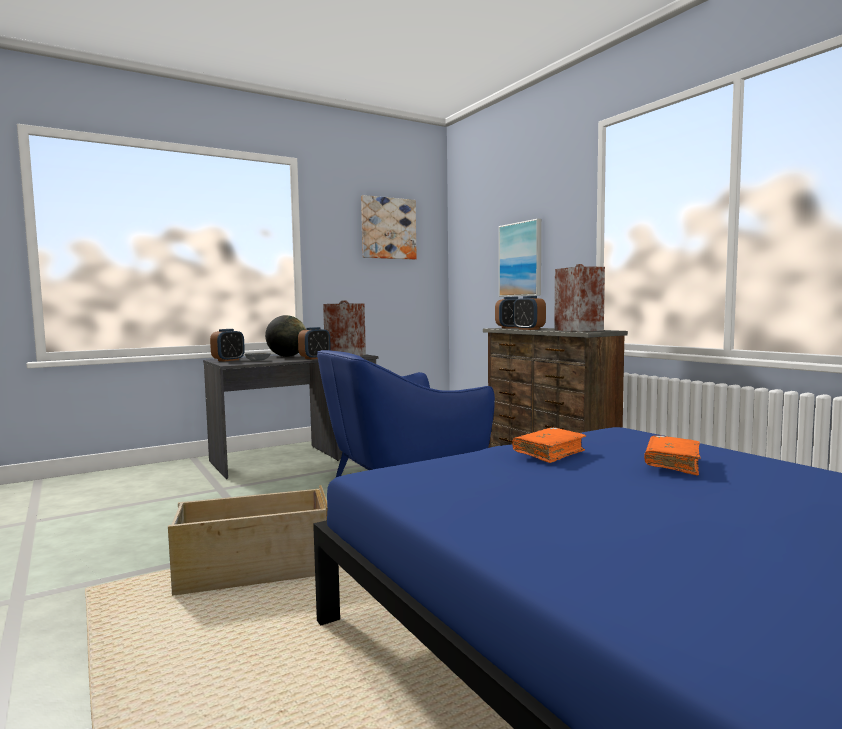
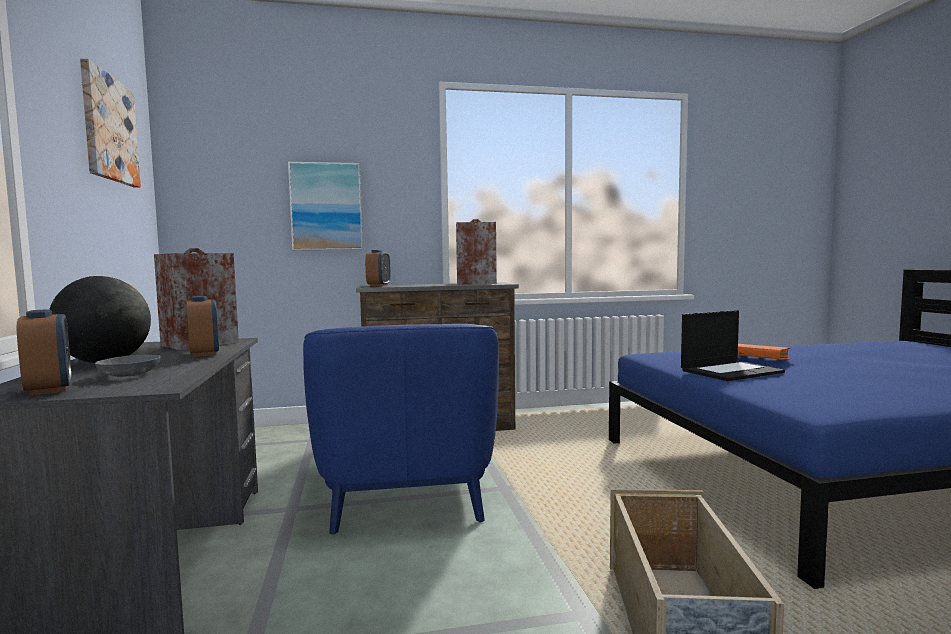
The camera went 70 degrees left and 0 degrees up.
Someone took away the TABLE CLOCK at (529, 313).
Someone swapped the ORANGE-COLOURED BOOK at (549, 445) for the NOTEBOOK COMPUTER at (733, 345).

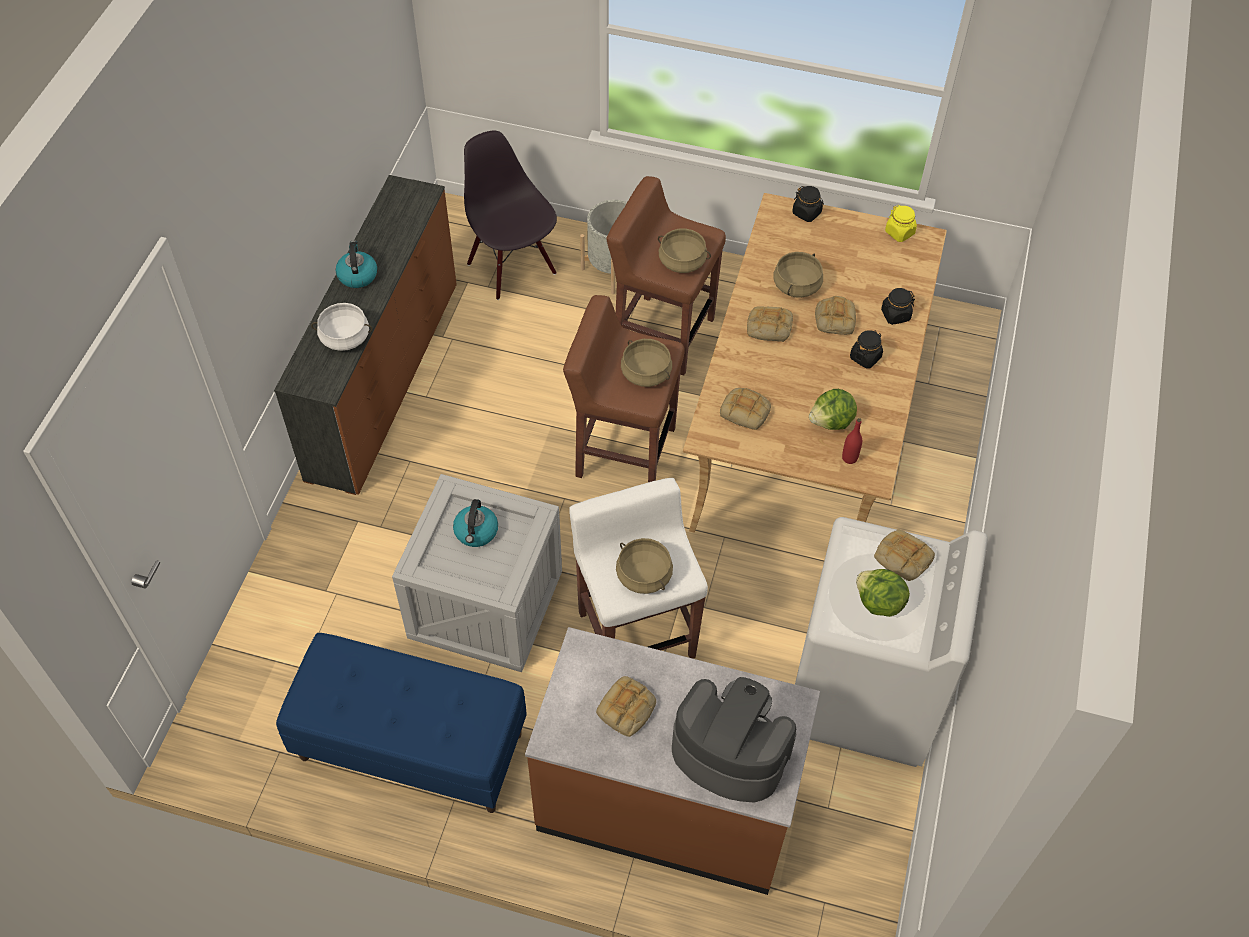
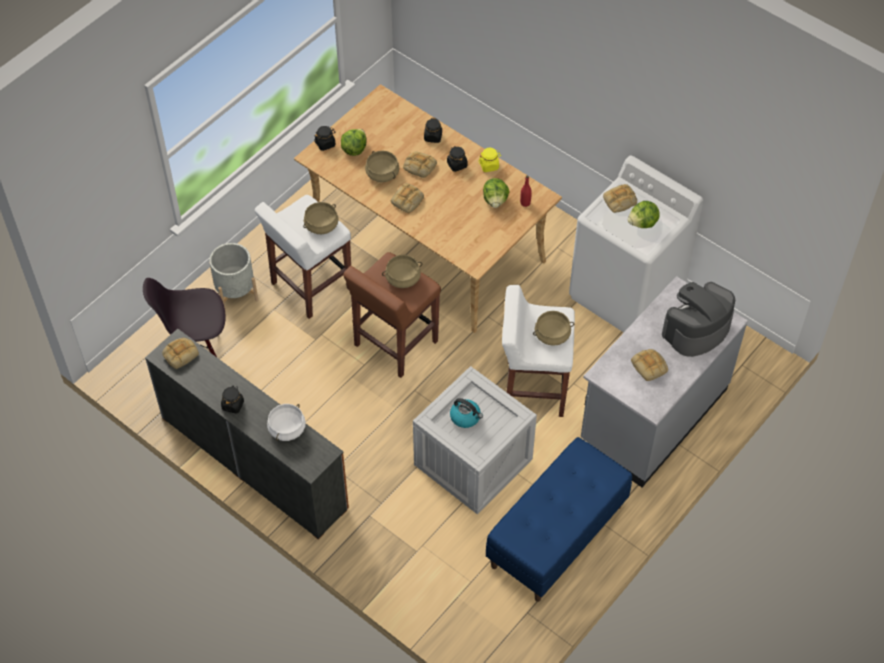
The camera went 65 degrees left and 0 degrees up.
Someone repainted the BROWN SITTING STOOL at (666, 276), which became the WHITE-COLOURED SITTING STOOL at (303, 257).
Someone carried the YELLOW-COLOURED JAR from (901, 223) to (489, 160).
Someone swapped the KETTLE at (356, 264) for the BLACKISH JAR at (232, 400).
Someone carried the BREAD from (745, 409) to (180, 353).
Someone repainted the BROWN COUNTER at (672, 761), which became the GREY COUNTER at (664, 381).
Someone put down the LETTUCE at (354, 142).

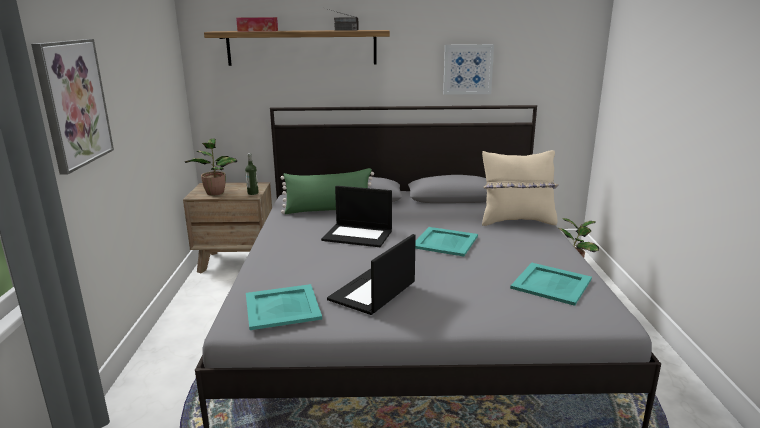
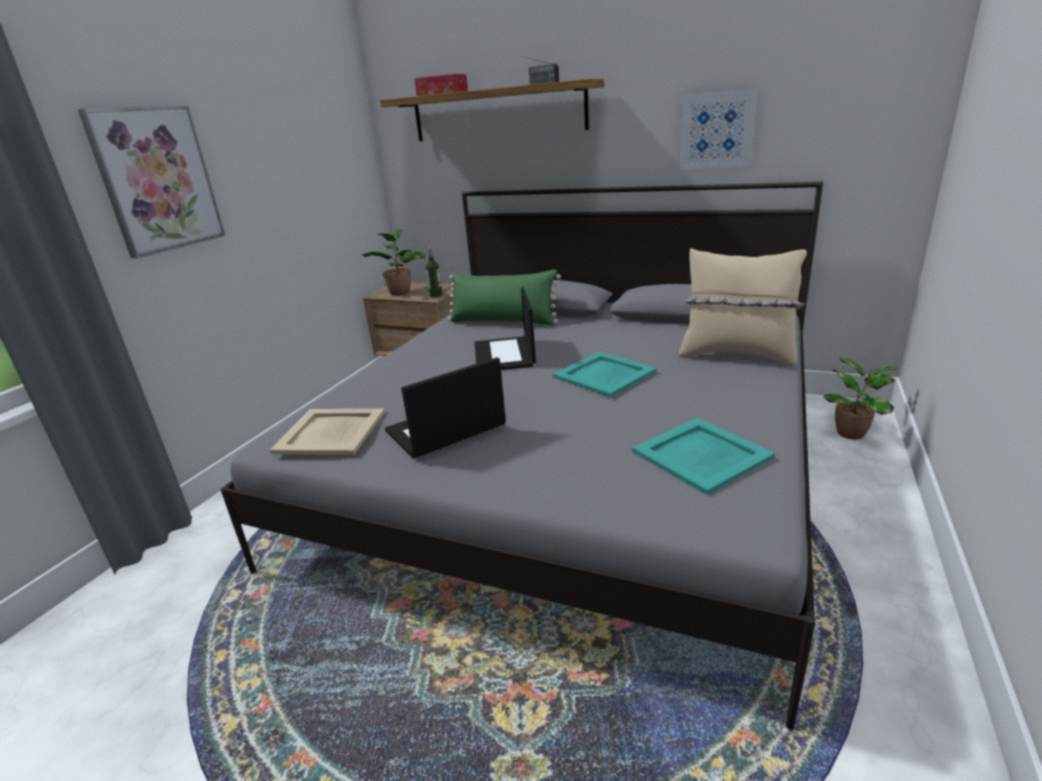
The camera went 25 degrees right and 5 degrees up.
Someone rotated the NOTEBOOK COMPUTER at (356, 216) by 45 degrees clockwise.
Someone repainted the BLUE-GREEN SERVING TRAY at (284, 307), which became the SAND-COLOURED SERVING TRAY at (327, 431).

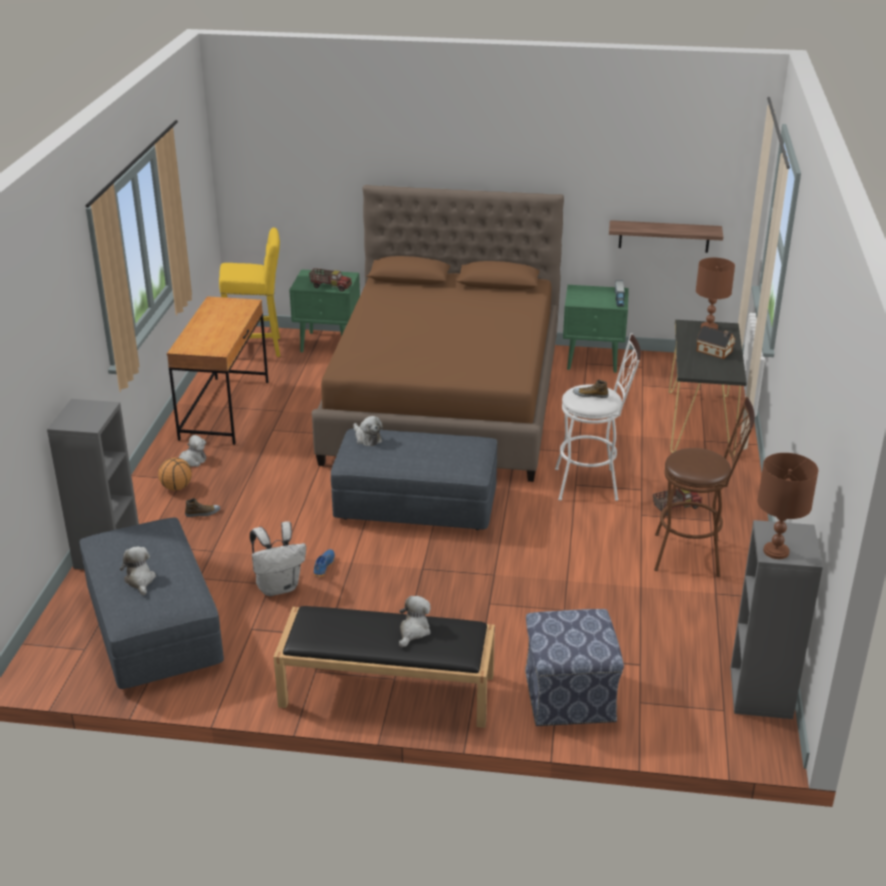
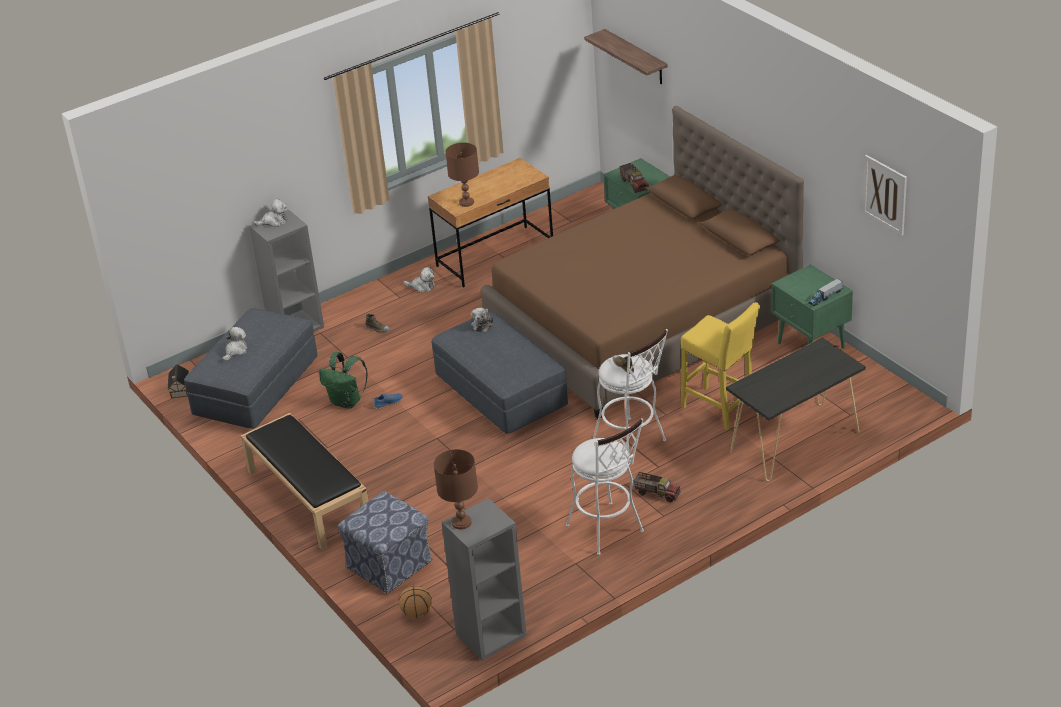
The camera went 50 degrees right and 5 degrees up.
Someone carried the SHELF from (666, 236) to (626, 57).
Someone carried the YELLOW-COLOURED SITTING STOOL from (249, 292) to (720, 366).
Someone carried the BROWN LAMP FOR A TABLE from (715, 293) to (462, 175).
Someone carried the MINIATURE HOUSE from (716, 342) to (178, 381).
Someone repainted the BROWN SITTING STOOL at (704, 487), which became the WHITE-COLOURED SITTING STOOL at (605, 486).
Someone carried the BALL FOR BASKETBALL from (175, 474) to (415, 601).
Someone repainted the WHITE-COLOURED KNAPSACK at (278, 558), which became the GREEN KNAPSACK at (343, 380).
Someone carried the PLUSH TOY from (415, 621) to (270, 213).
Someone put up the WALL ART at (884, 195).

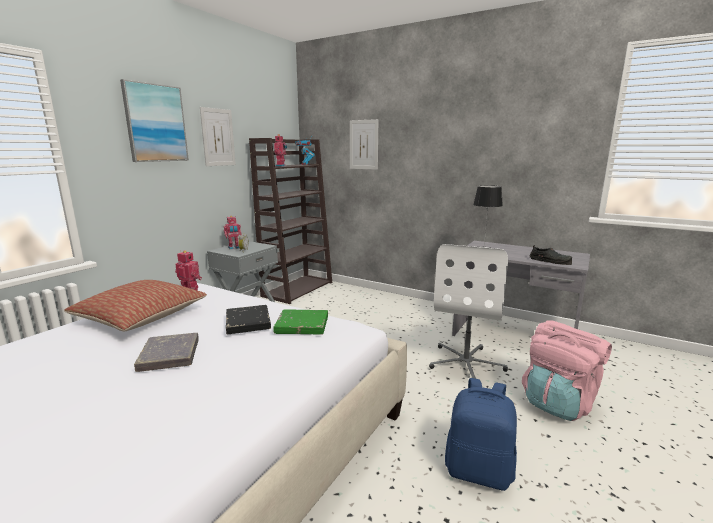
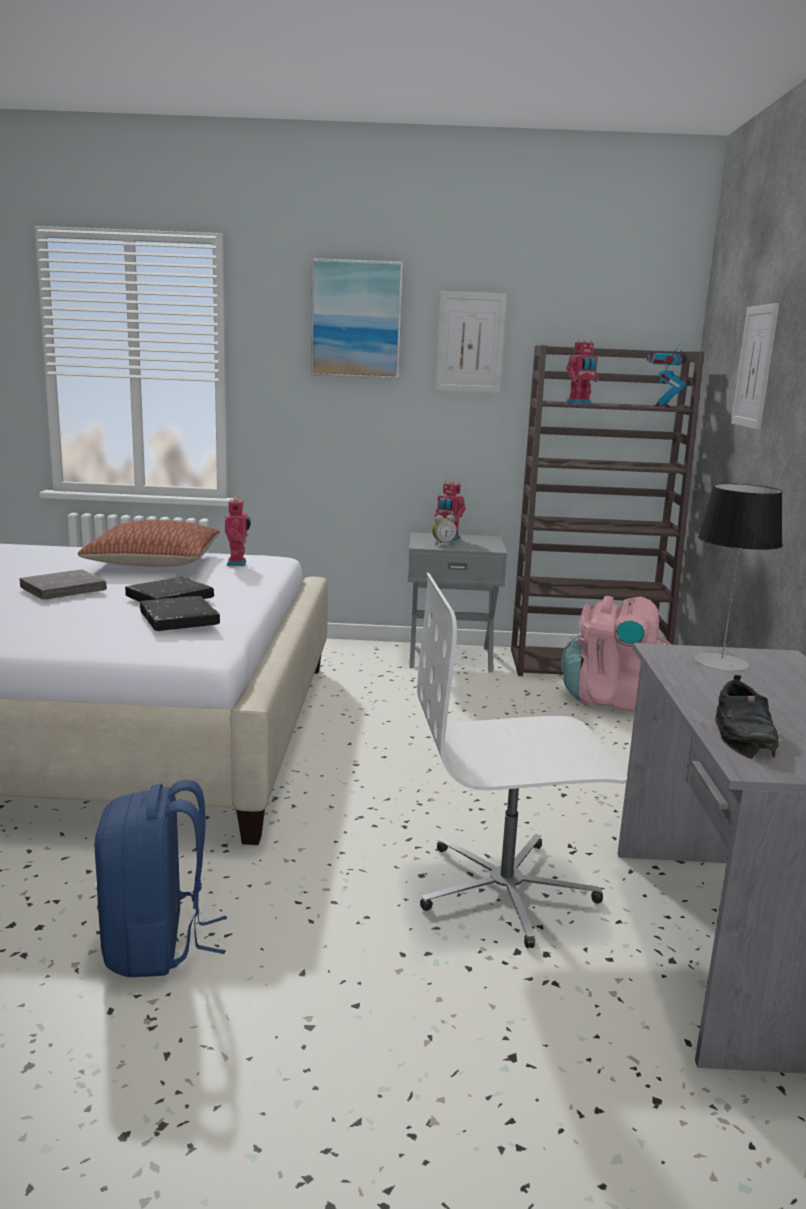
The camera went 60 degrees right and 0 degrees up.
Someone repainted the GREEN BOOK at (300, 322), which became the BLACKISH BOOK at (180, 613).
Someone carried the PINKISH KNAPSACK from (567, 371) to (616, 653).

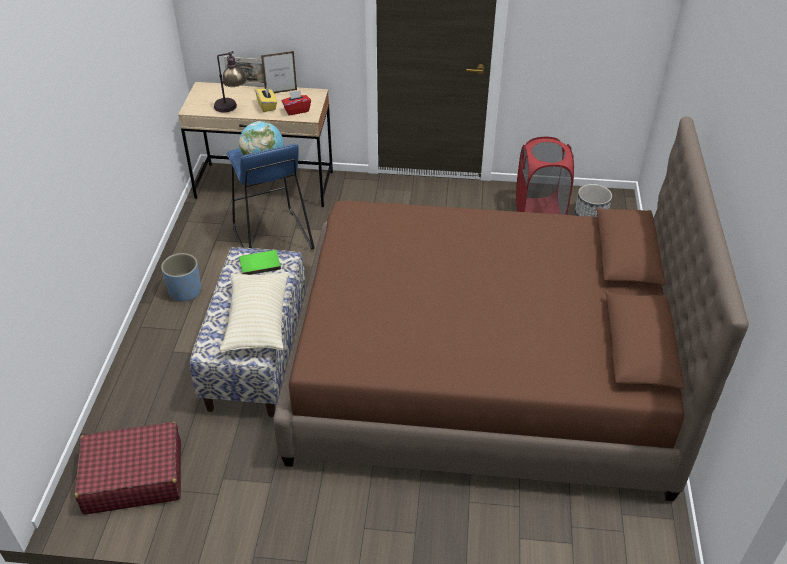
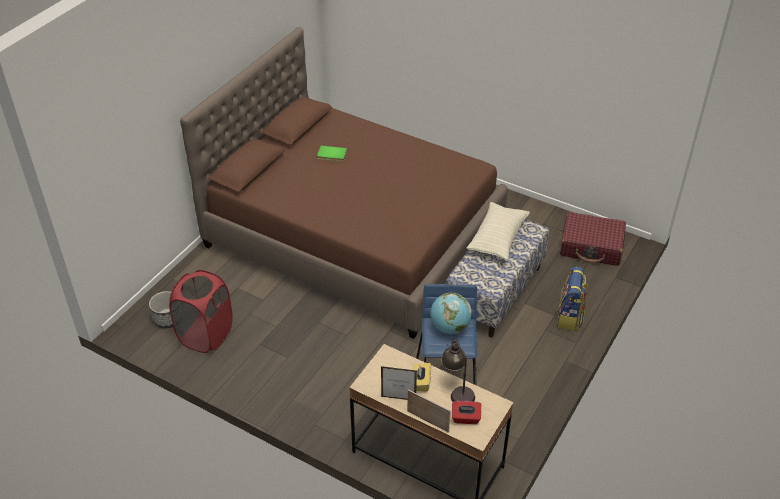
The camera went 155 degrees left and 0 degrees up.
Someone carried the RED-COLOURED TISSUE HOLDER from (296, 102) to (466, 412).
Someone carried the GREEN BOOK from (260, 262) to (332, 154).
Someone took away the BLUE-COLOURED PLANT POT at (181, 277).
Someone put down the KNAPSACK at (572, 299).

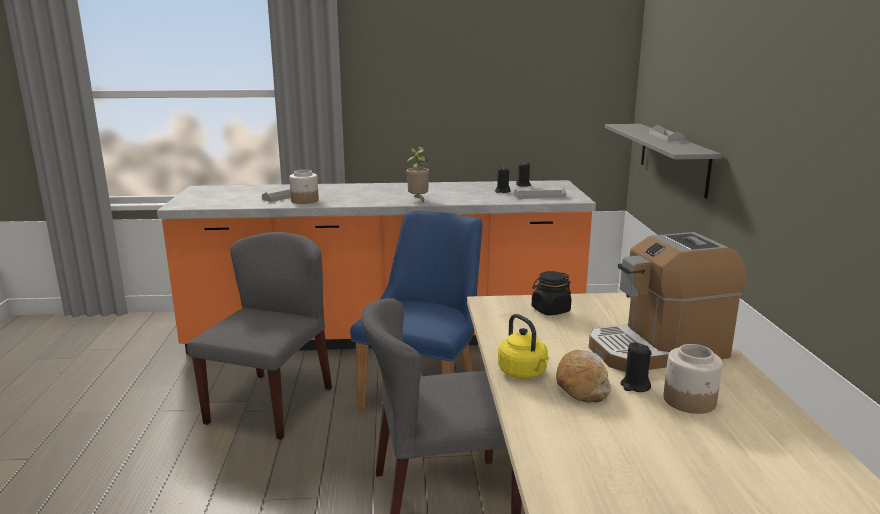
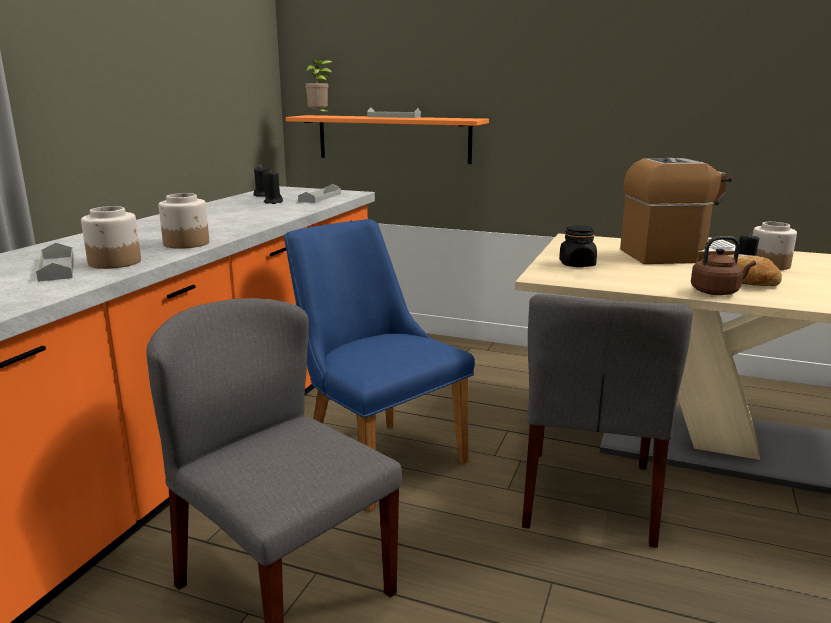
The camera went 65 degrees left and 0 degrees up.
Someone repainted the GREY SHELF at (663, 161), which became the ORANGE-COLOURED SHELF at (387, 139).
Someone carried the PLANT IN A POT from (418, 174) to (318, 85).
Someone rotated the COFFEE MACHINE at (667, 302) by 105 degrees counterclockwise.
Someone repainted the YELLOW-COLOURED KETTLE at (523, 346), which became the BROWN KETTLE at (723, 265).
Someone put down the JAR at (184, 221).

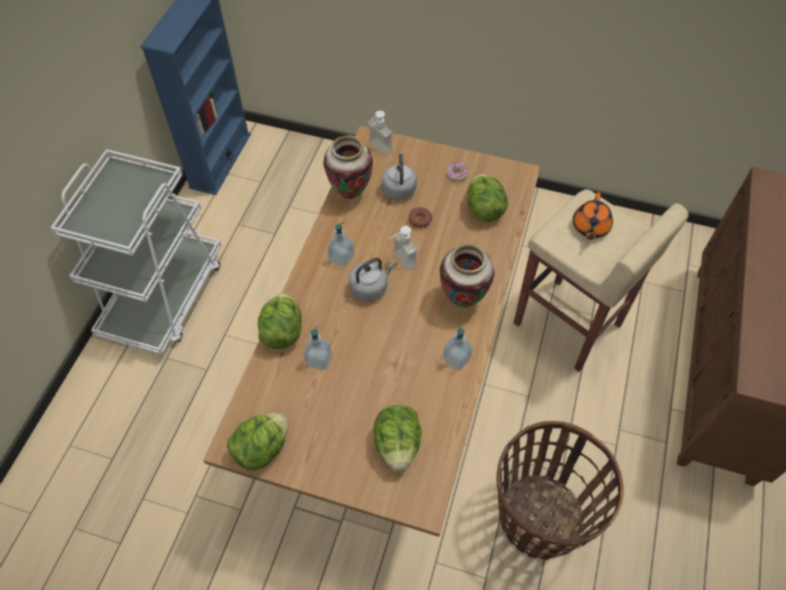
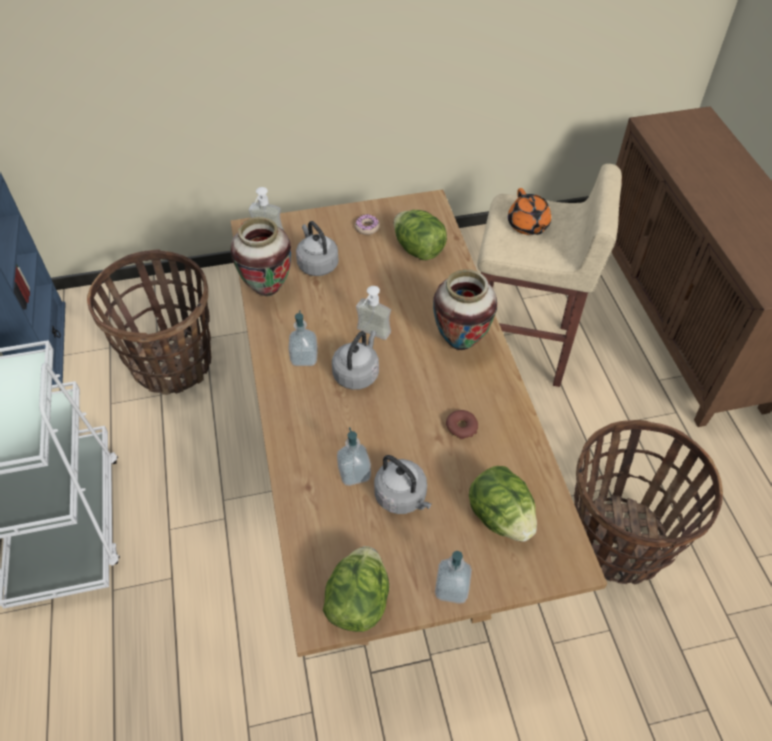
The camera went 30 degrees left and 5 degrees down.
Someone carried the DONUT from (420, 217) to (462, 424).
Someone took away the LETTUCE at (280, 321).
Someone carried the LIQUID SOAP BOTTLE from (458, 349) to (453, 577).
Someone put down the STORAGE BASKET at (149, 322).
Someone put down the GREY KETTLE at (403, 484).

